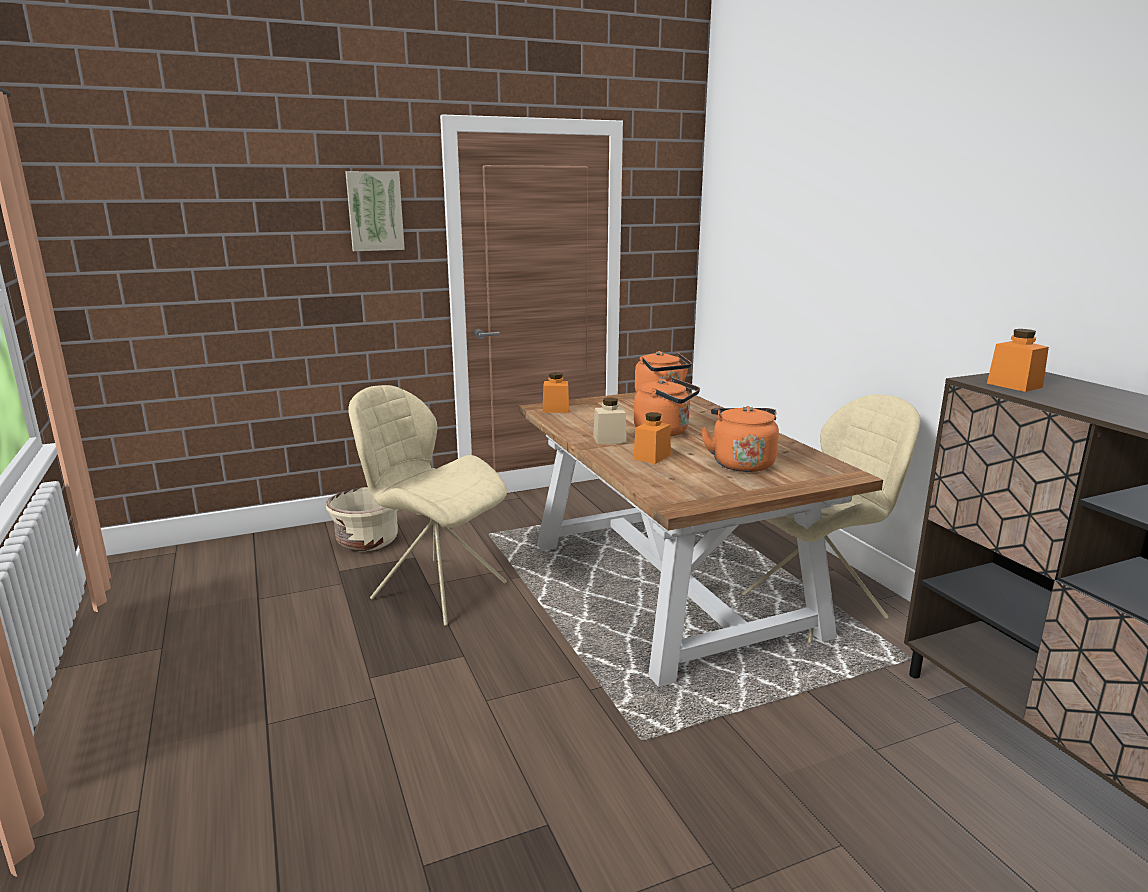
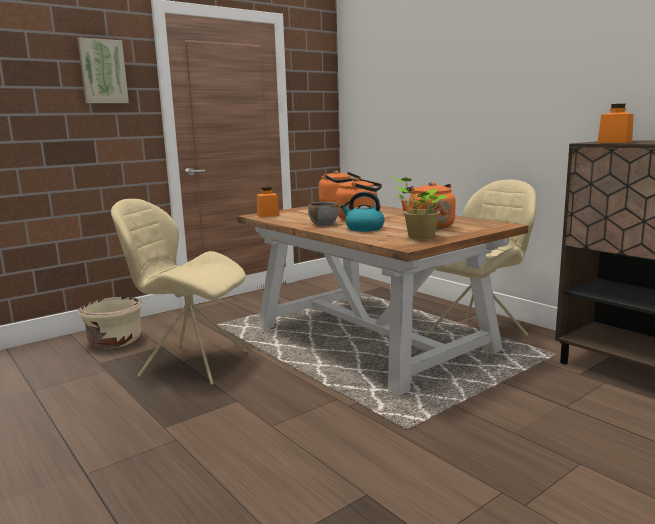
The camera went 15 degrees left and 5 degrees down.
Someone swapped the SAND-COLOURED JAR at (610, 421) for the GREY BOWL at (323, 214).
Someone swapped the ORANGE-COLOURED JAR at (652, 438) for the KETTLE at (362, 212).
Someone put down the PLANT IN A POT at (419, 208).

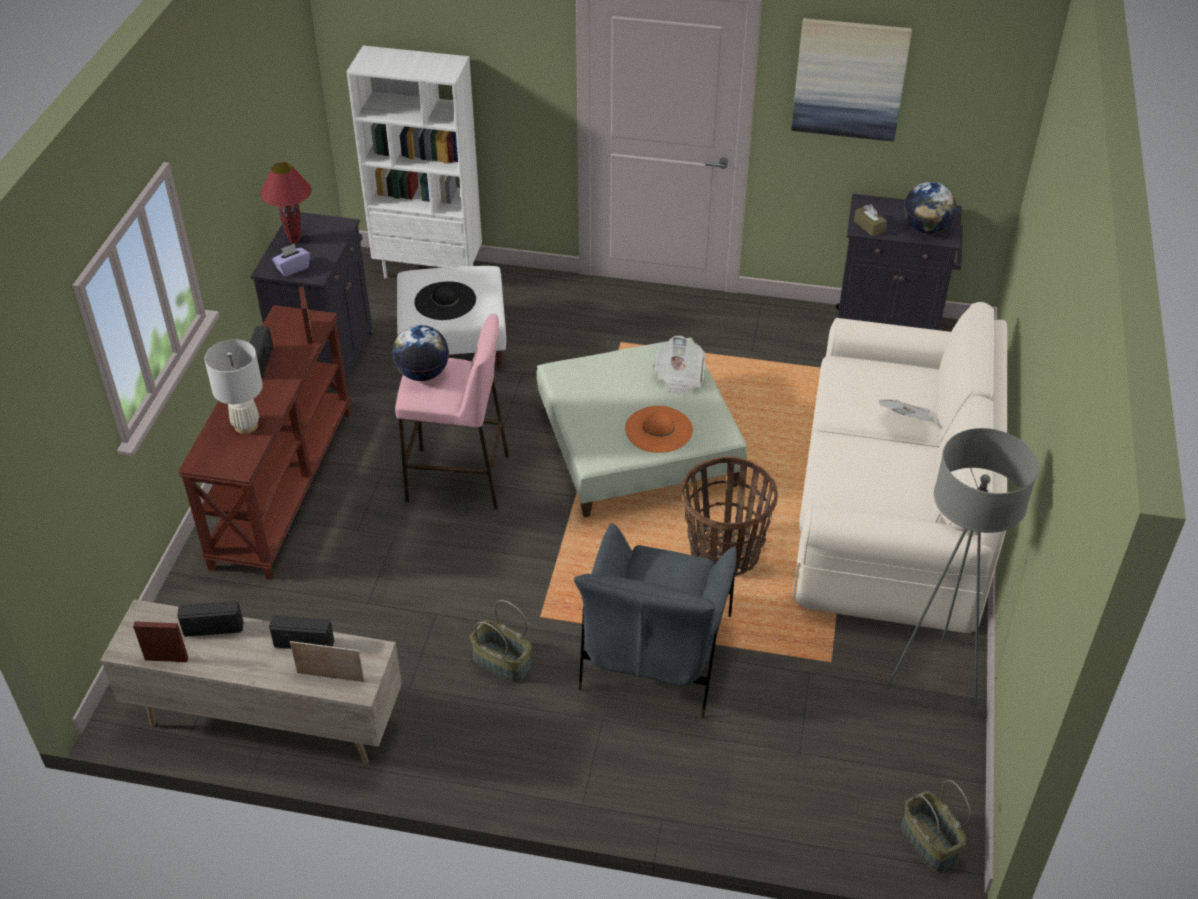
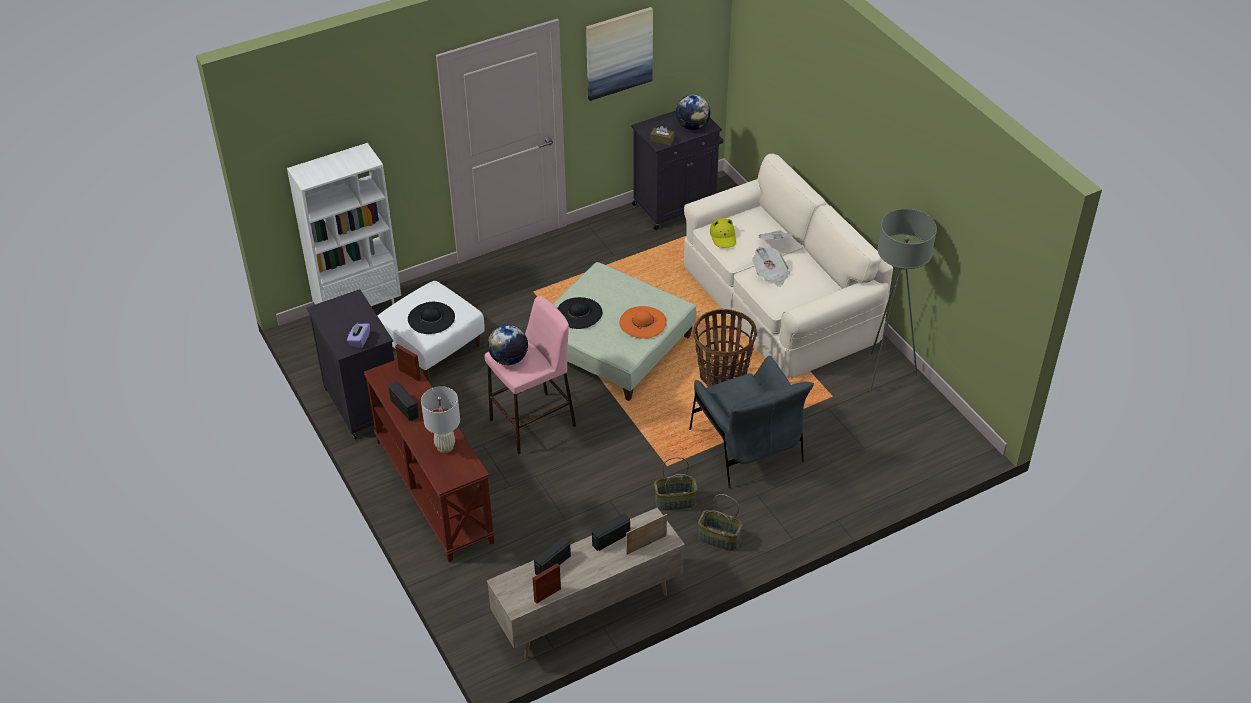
The camera went 40 degrees left and 0 degrees up.
Someone took away the RED-COLOURED LAMP FOR A TABLE at (286, 202).
Someone carried the PRINTED PAPER from (679, 366) to (771, 267).
Someone carried the STORAGE BASKET from (936, 826) to (720, 522).
Someone put down the YELLOW-COLOURED CLOTHING HAT at (723, 233).
Someone put down the BLACKISH CLOTHING HAT at (579, 313).

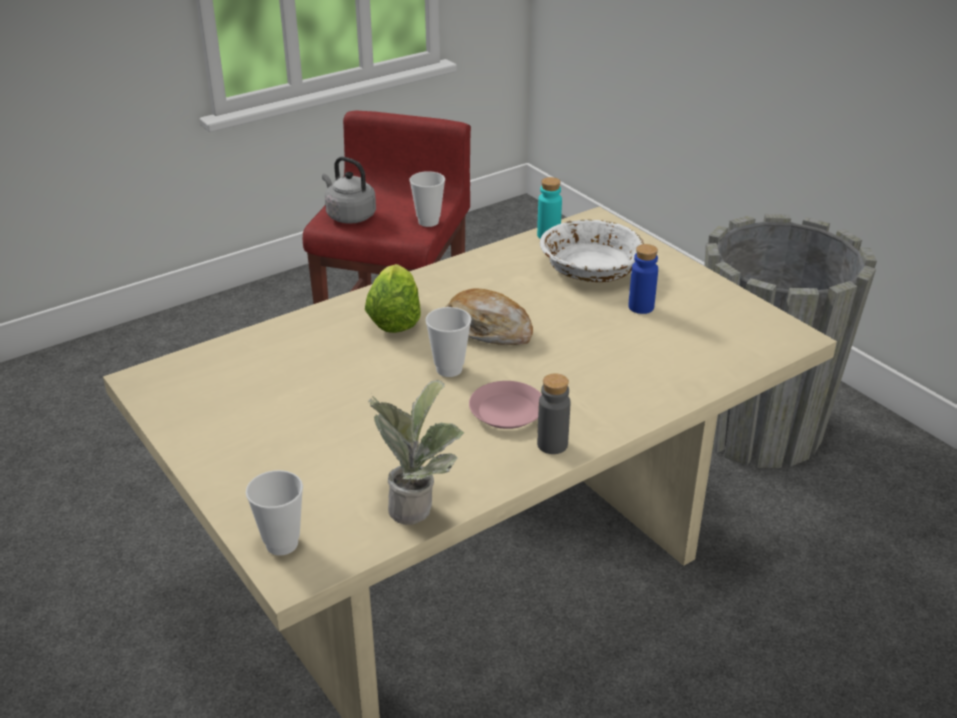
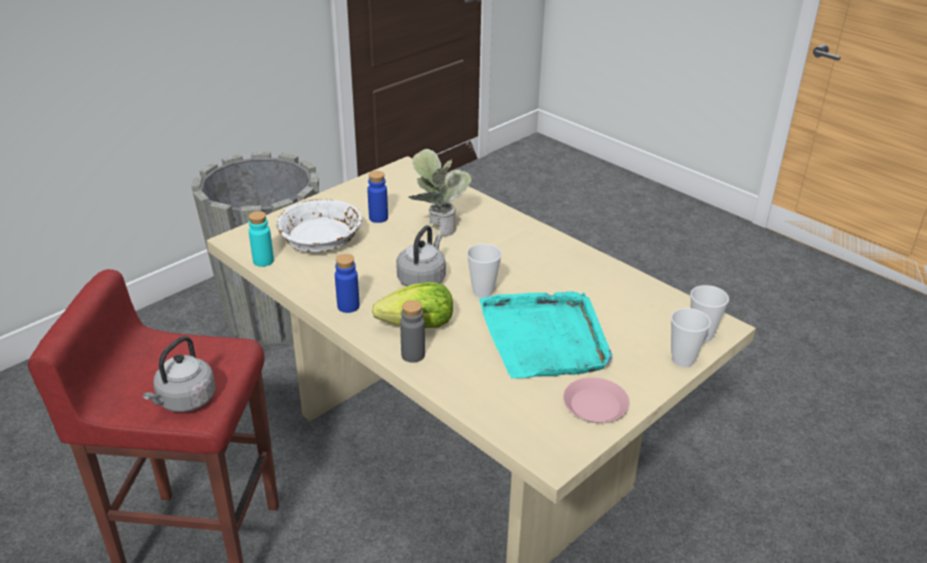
The camera went 100 degrees left and 0 degrees up.
Someone carried the SMALL CUP from (427, 199) to (691, 337).
Someone swapped the BREAD at (489, 316) for the GREY KETTLE at (421, 256).
Someone carried the GREY BEVERAGE BOTTLE from (553, 413) to (412, 331).
Someone carried the PLANT IN A POT from (416, 452) to (440, 192).
Someone carried the PINKISH PLATE from (505, 405) to (596, 400).
Someone put down the BLUE-COLOURED BEVERAGE BOTTLE at (347, 283).
Someone put down the BLUE-GREEN SERVING TRAY at (546, 334).

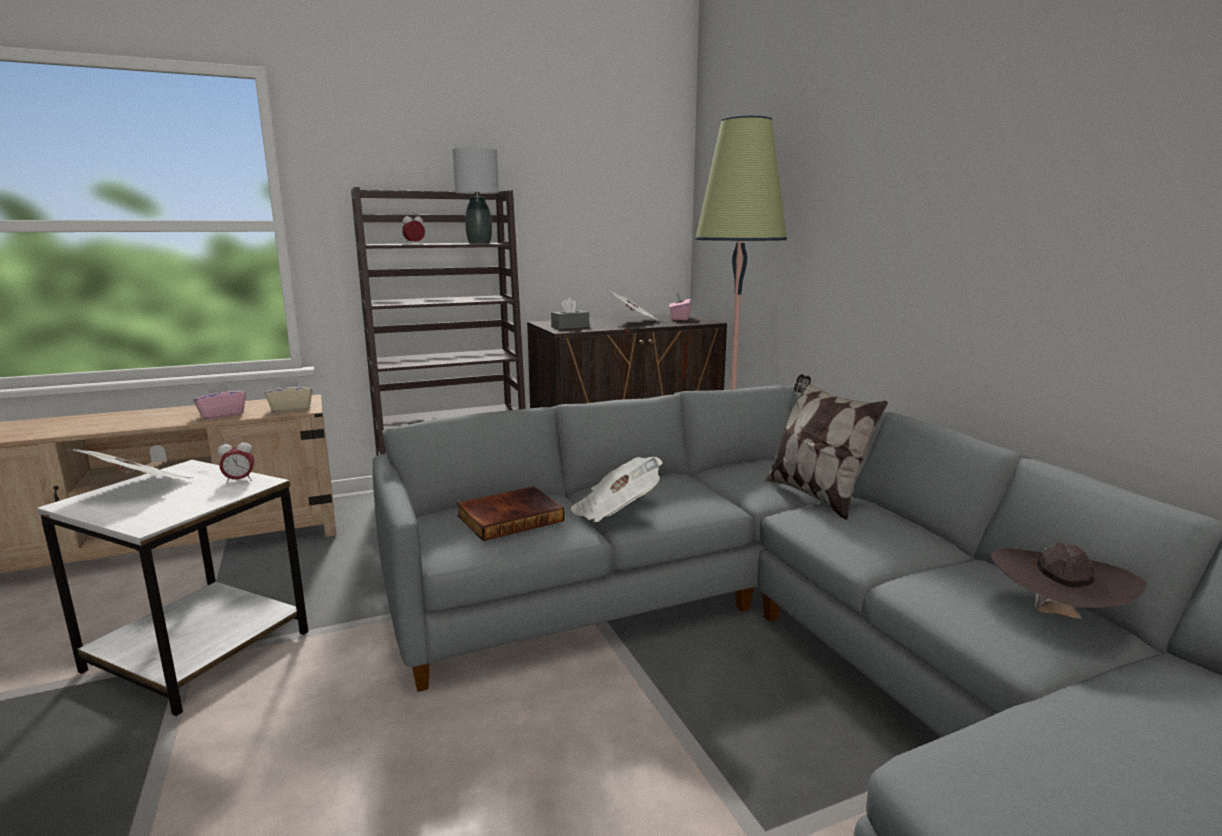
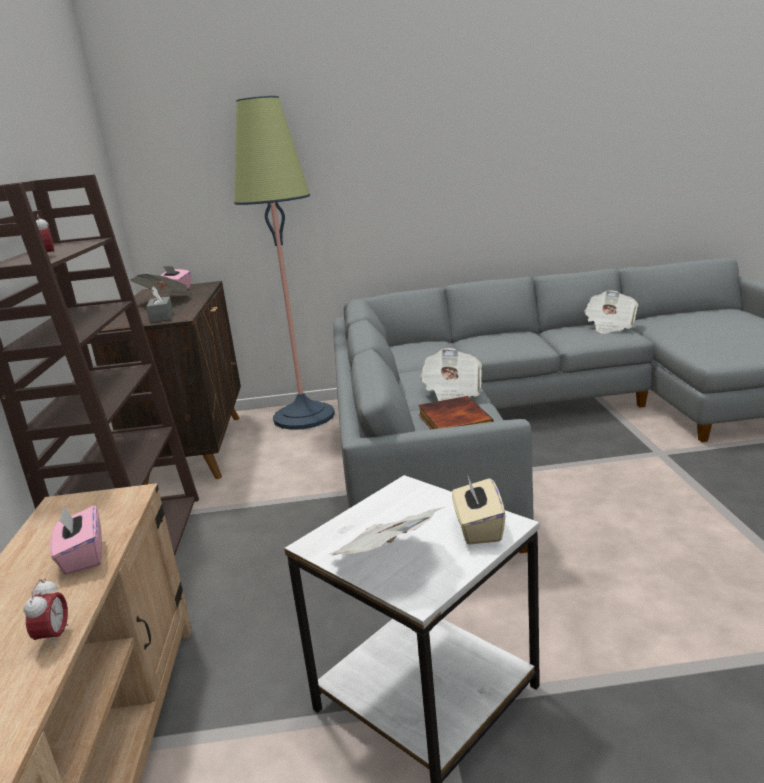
The camera went 70 degrees left and 5 degrees up.
Someone took away the GREY LAMP FOR A TABLE at (476, 195).
Someone took away the PILLOW at (826, 447).
Someone carried the SAND-COLOURED TISSUE HOLDER from (289, 394) to (479, 510).
Someone carried the TABLE CLOCK from (235, 461) to (46, 613).
Someone swapped the BROWN CLOTHING HAT at (1068, 581) for the PRINTED PAPER at (611, 311).

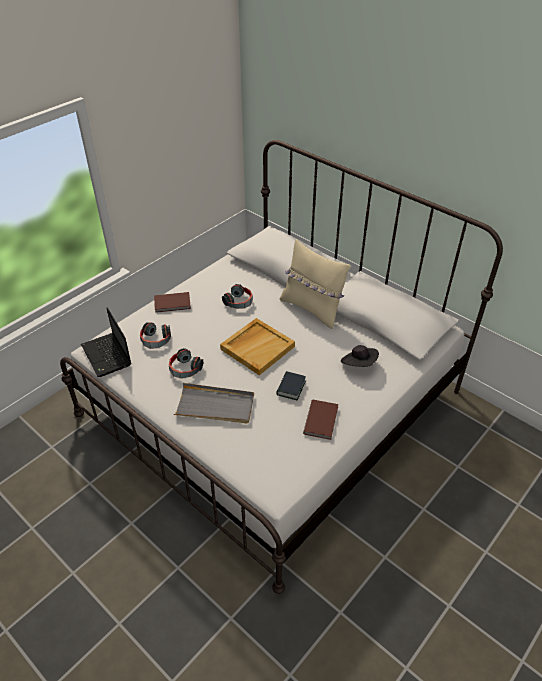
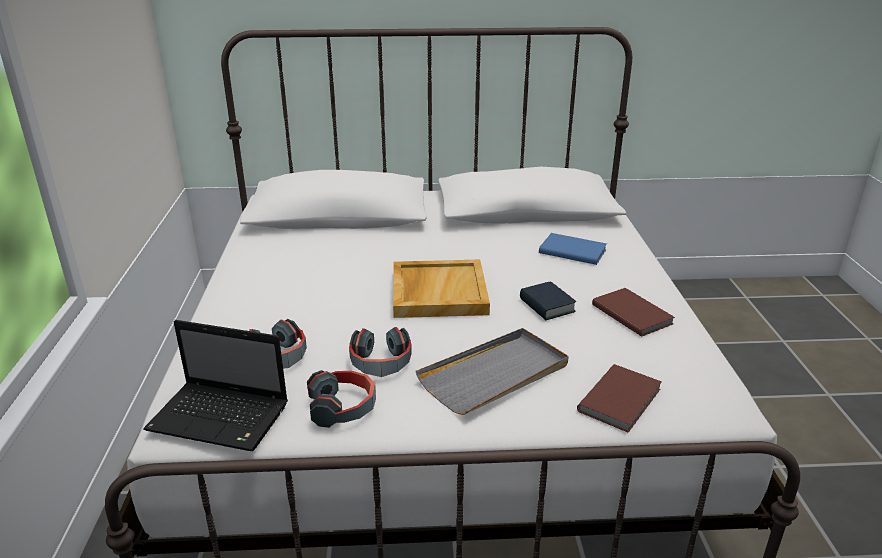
The camera went 45 degrees left and 15 degrees down.
Someone took away the SAND-COLOURED PILLOW at (315, 284).
Someone carried the PAIR OF HEADPHONES from (237, 296) to (341, 399).
Someone carried the BROWN BOOK from (172, 302) to (619, 398).
Someone swapped the BLACKISH CLOTHING HAT at (360, 356) for the BLUE-COLOURED BOOK at (573, 249).

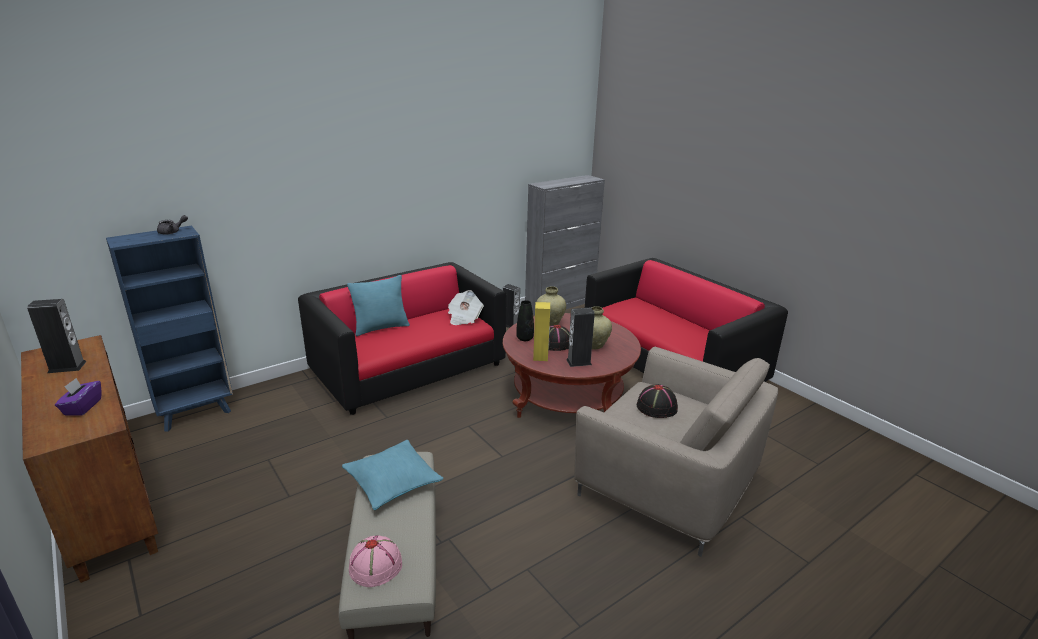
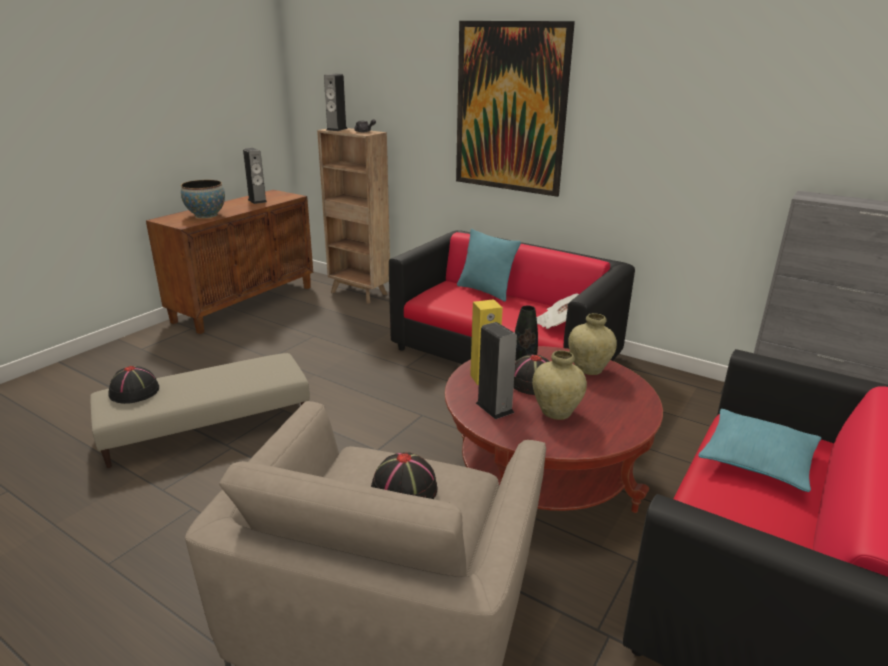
The camera went 70 degrees right and 0 degrees up.
Someone repainted the BLUE-COLOURED SHELVING UNIT at (169, 329), which became the BROWN SHELVING UNIT at (353, 215).
Someone carried the AUDIO SPEAKER from (511, 306) to (336, 102).
Someone swapped the PURPLISH TISSUE HOLDER at (78, 397) for the BOWL at (203, 199).
Someone carried the BLUE-GREEN PILLOW from (392, 475) to (759, 450).
Someone repainted the PINKISH CLOTHING HAT at (375, 561), which became the BLACKISH CLOTHING HAT at (133, 385).
Someone put up the WALL ART at (515, 109).

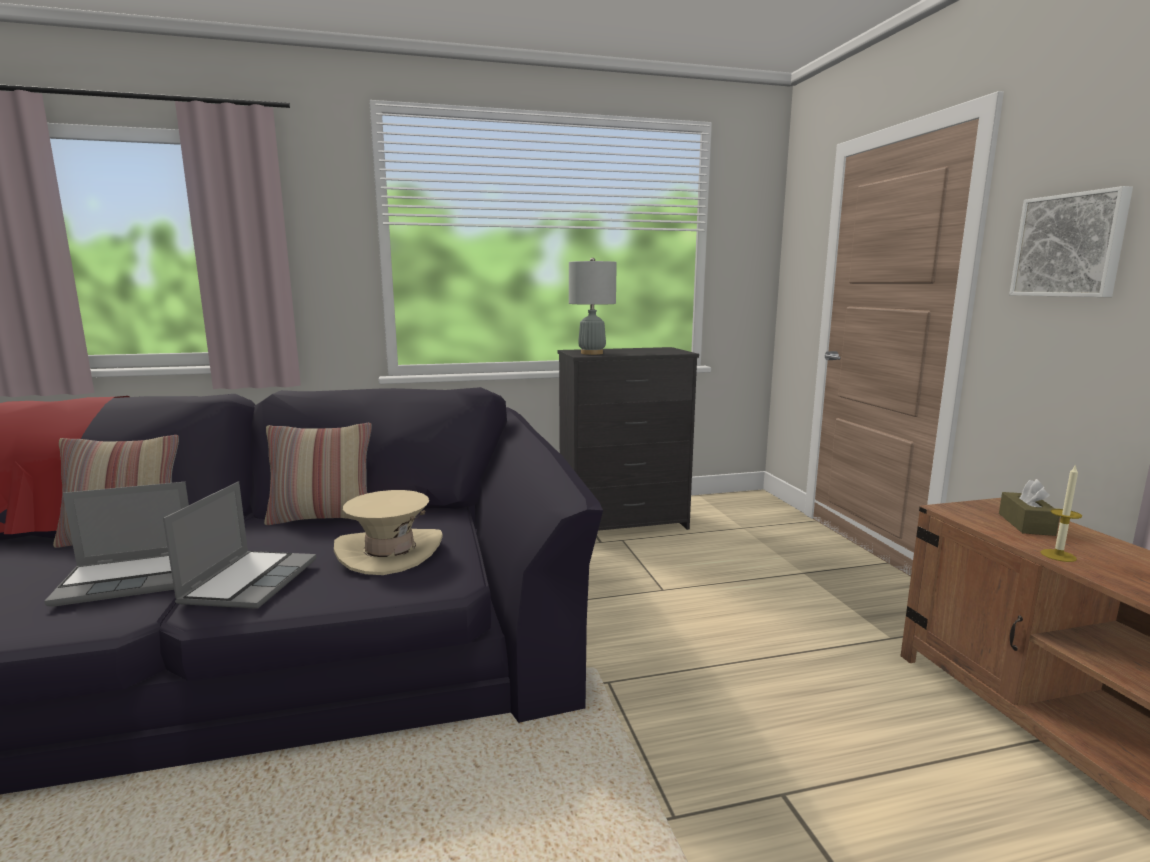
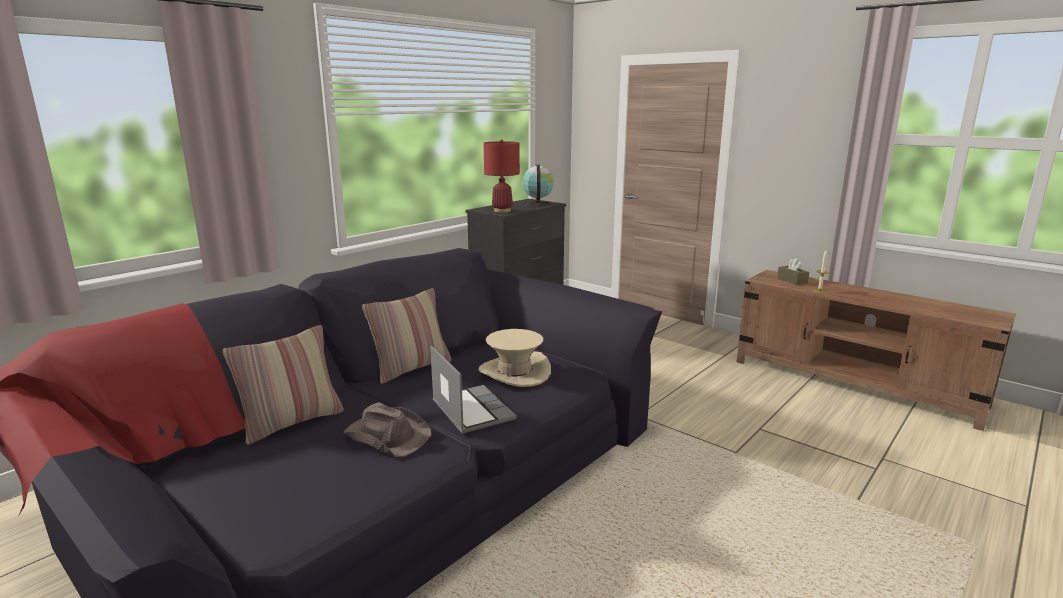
The camera went 35 degrees left and 5 degrees up.
Someone took away the WALL ART at (1071, 241).
Someone repainted the GREY LAMP FOR A TABLE at (593, 306), which became the RED-COLOURED LAMP FOR A TABLE at (501, 176).
Someone swapped the NOTEBOOK COMPUTER at (116, 544) for the BROWN CLOTHING HAT at (387, 429).
Someone put down the GLOBE at (538, 186).

